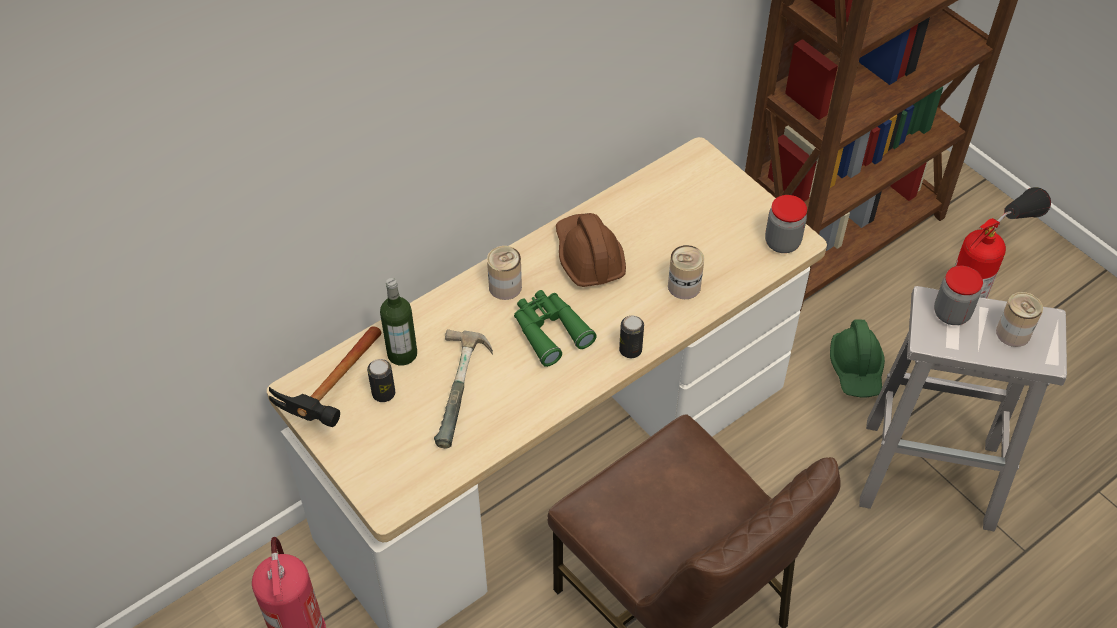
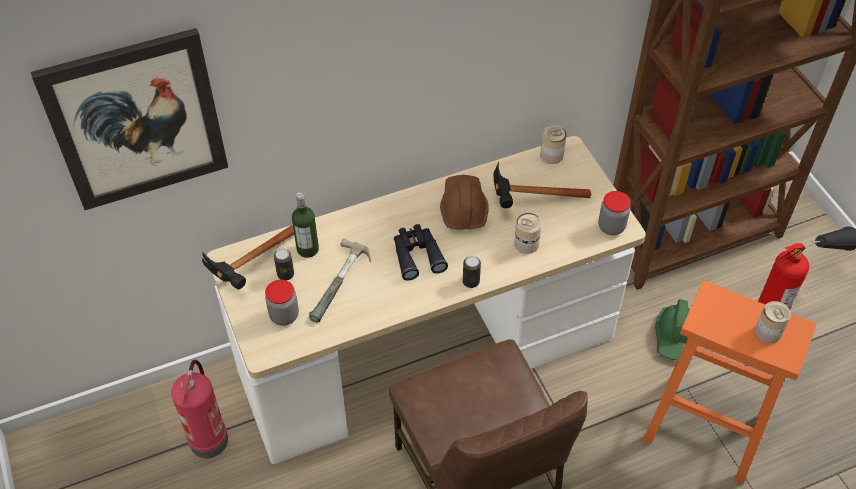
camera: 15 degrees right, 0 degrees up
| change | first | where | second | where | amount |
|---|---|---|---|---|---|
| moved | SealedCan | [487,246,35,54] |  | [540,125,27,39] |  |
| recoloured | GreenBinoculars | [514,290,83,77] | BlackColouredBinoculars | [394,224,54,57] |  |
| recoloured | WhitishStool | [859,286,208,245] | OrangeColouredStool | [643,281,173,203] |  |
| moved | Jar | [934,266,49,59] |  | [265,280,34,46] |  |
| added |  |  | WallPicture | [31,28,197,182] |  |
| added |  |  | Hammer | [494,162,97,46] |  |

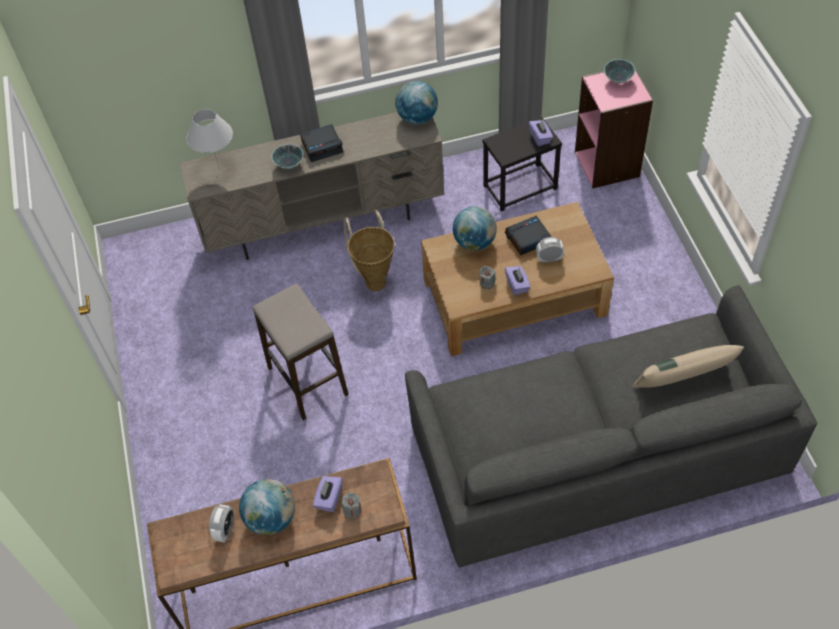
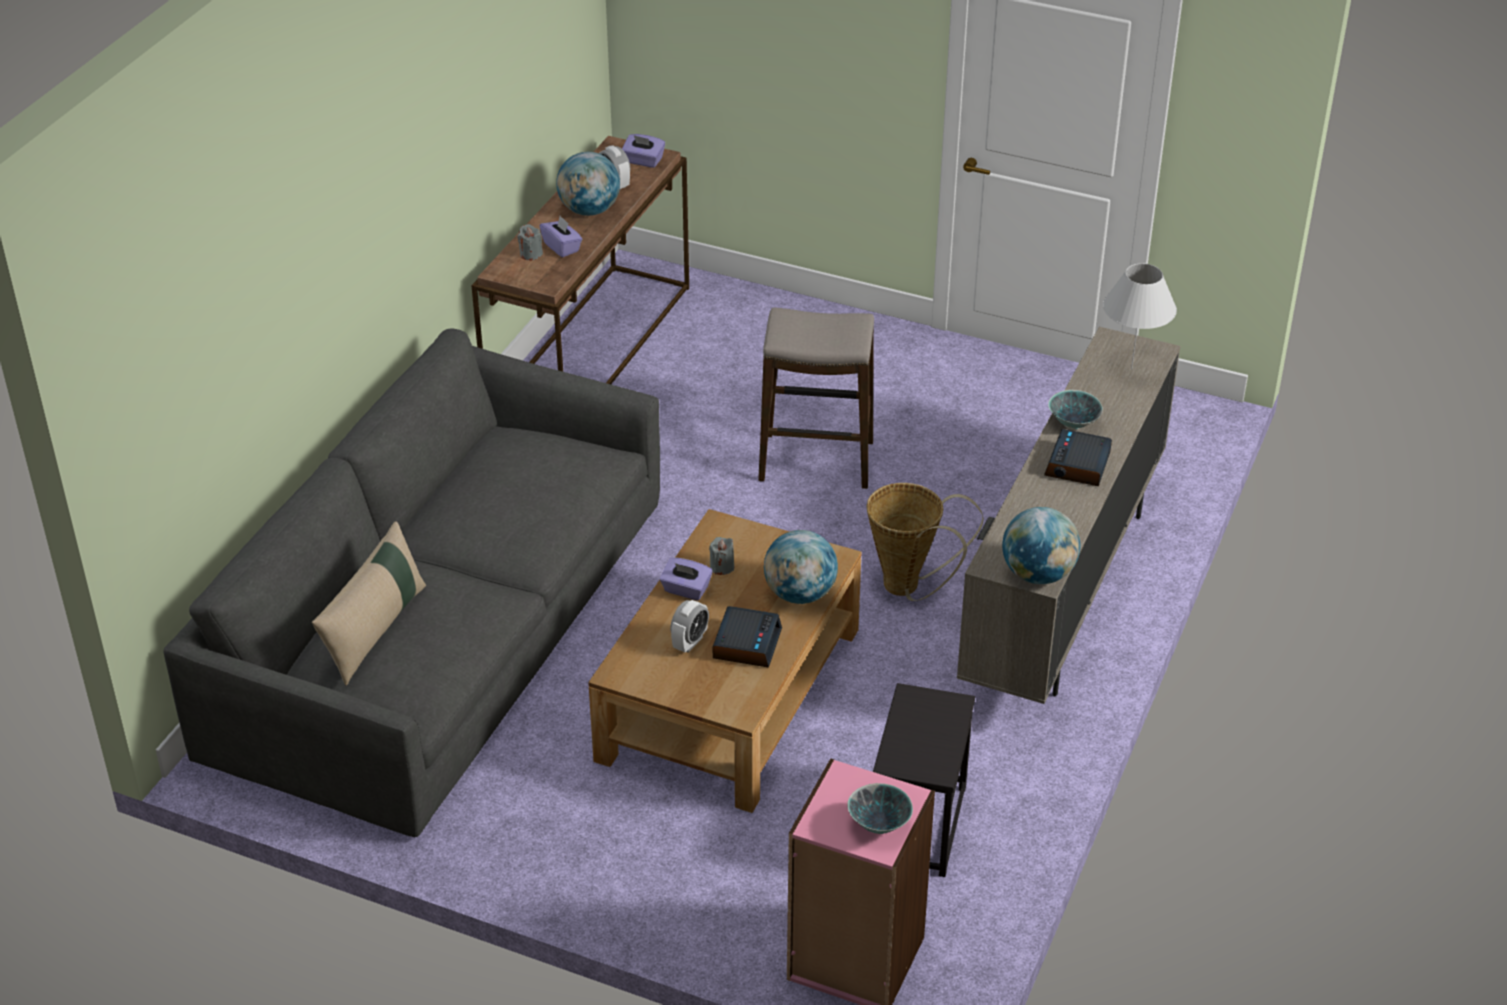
camera: 125 degrees right, 15 degrees down
| change | first | where | second | where | amount |
|---|---|---|---|---|---|
| moved | PurpleColouredBoxOfTissues | [529,120,24,26] |  | [622,134,43,34] |  |

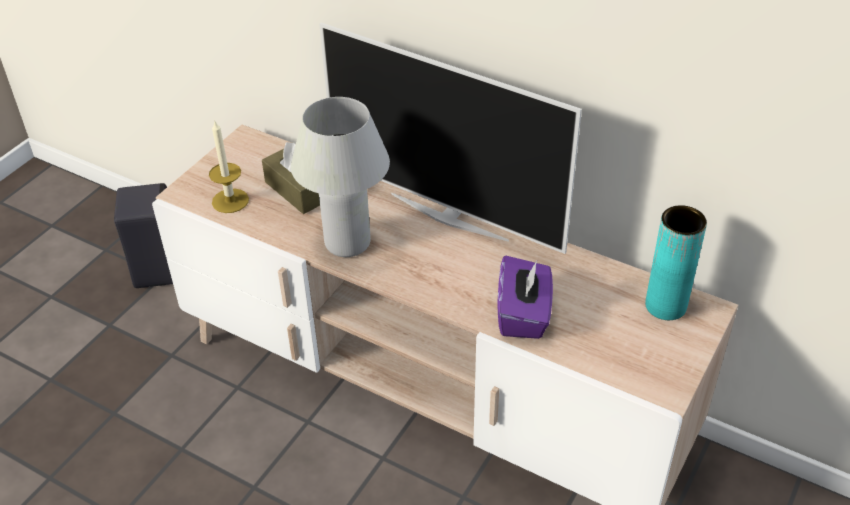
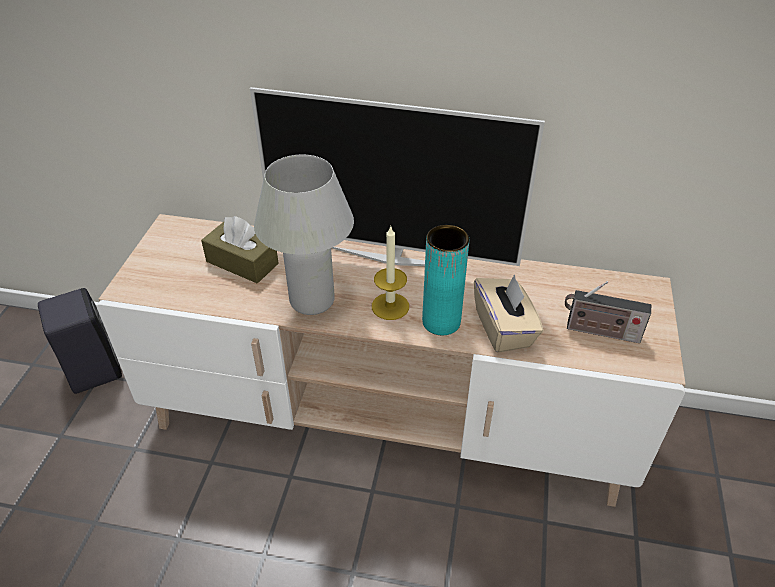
camera: 20 degrees left, 0 degrees up
| change | first | where | second | where | amount |
|---|---|---|---|---|---|
| moved | WaxCandle | [209,121,40,92] |  | [372,227,37,93] |  |
| recoloured | PurpleColouredBoxOfTissues | [497,256,56,83] | BeigeBoxOfTissues | [474,274,69,79] |  |
| moved | TurquoiseColouredDecorativeVase | [645,205,62,115] |  | [422,225,47,110] |  |
| added |  |  | RadioReceiver | [565,281,86,62] |  |

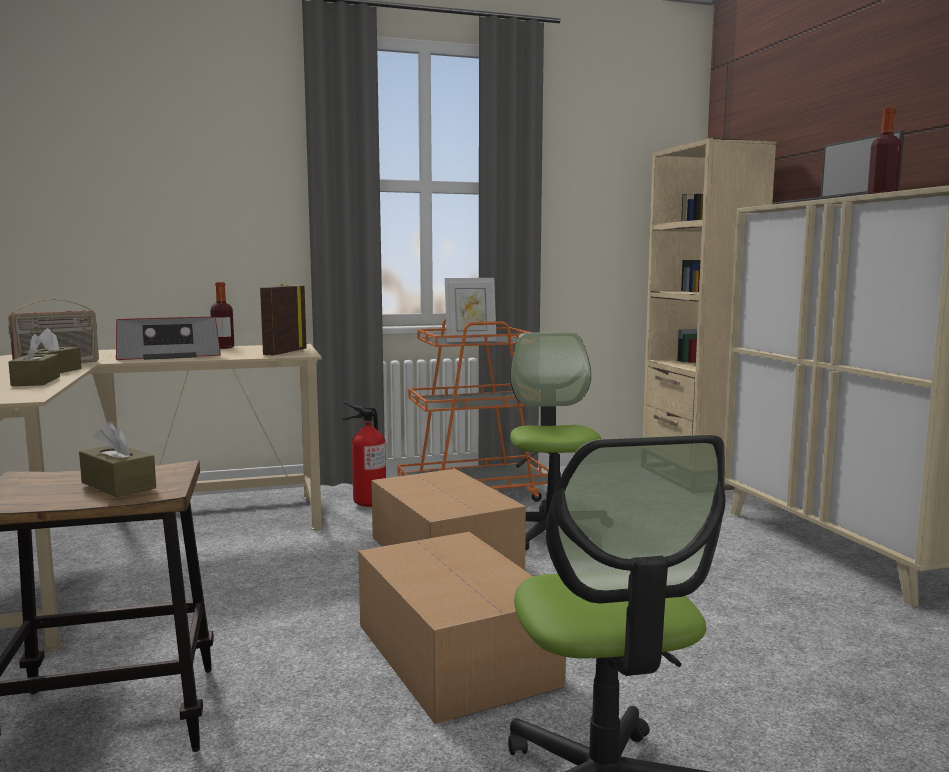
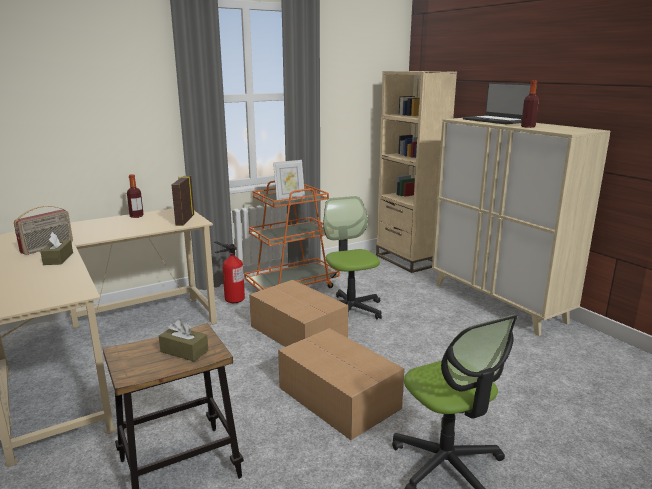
camera: 15 degrees left, 10 degrees up
| change | first | where | second | where | amount |
|---|---|---|---|---|---|
| removed | BrownishBoxOfTissues | [8,334,52,52] |  |  |  |
| removed | RadioReceiver | [116,317,105,43] |  |  |  |

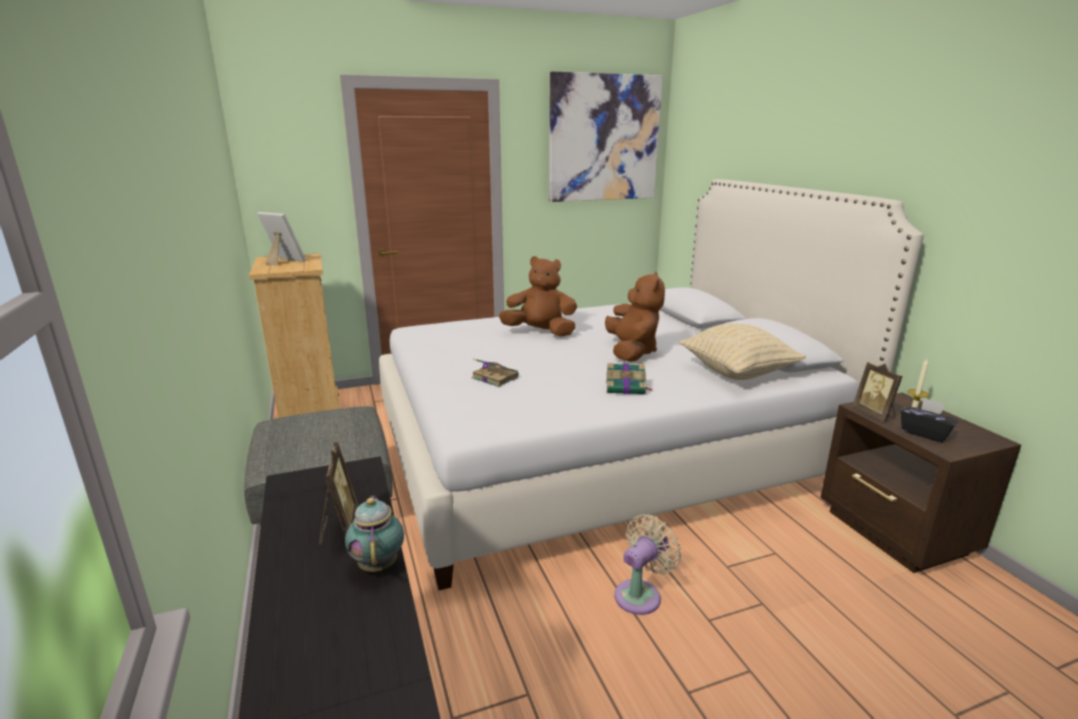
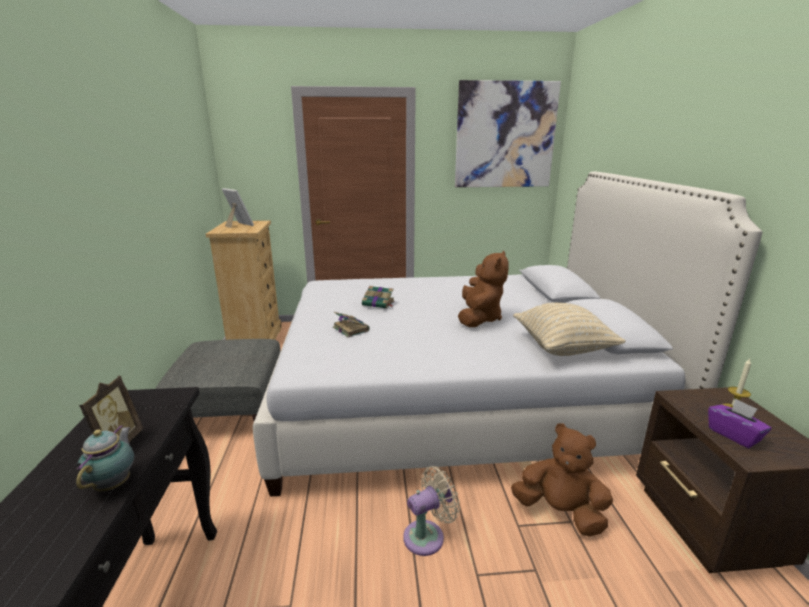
camera: 15 degrees right, 0 degrees up
| change | first | where | second | where | amount |
|---|---|---|---|---|---|
| moved | BrownishPlushToy | [499,256,78,81] |  | [511,423,102,113] |  |
| moved | Book | [606,363,47,32] |  | [362,286,32,23] |  |
| removed | StandingFrame | [853,362,49,60] |  |  |  |
| recoloured | BlackColouredBoxOfTissues | [901,398,57,45] | PurpleColouredBoxOfTissues | [708,399,64,49] |  |

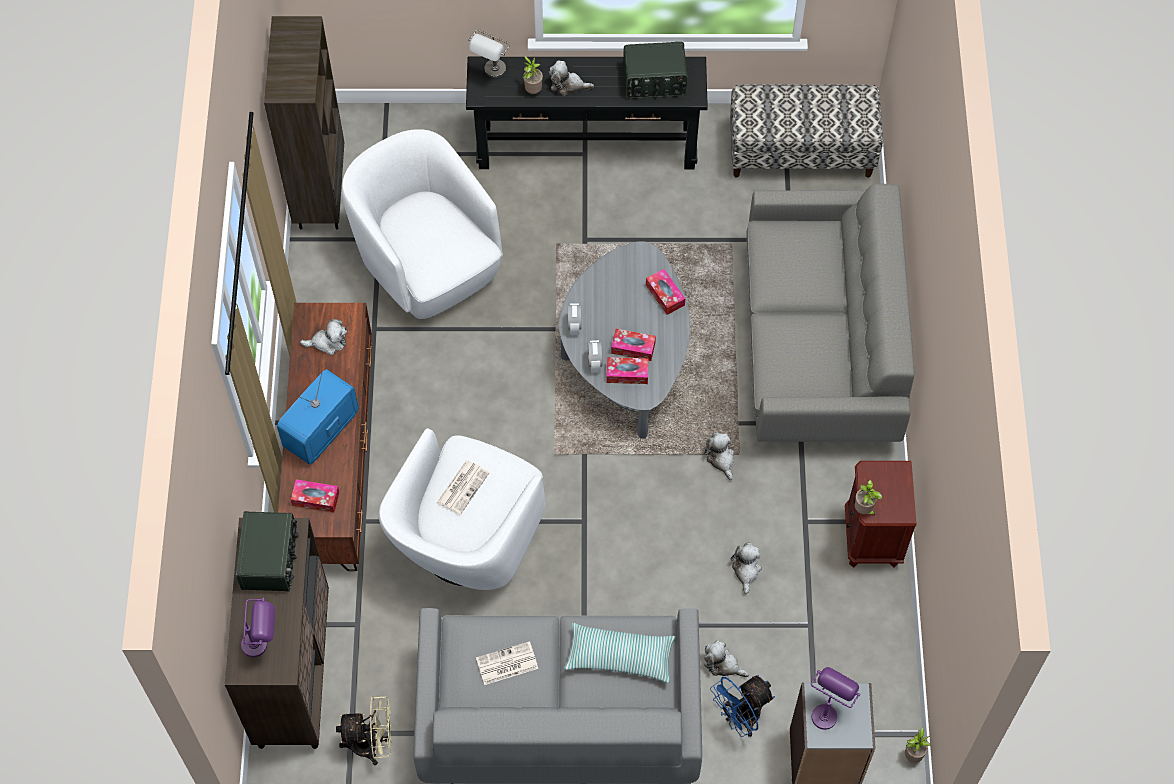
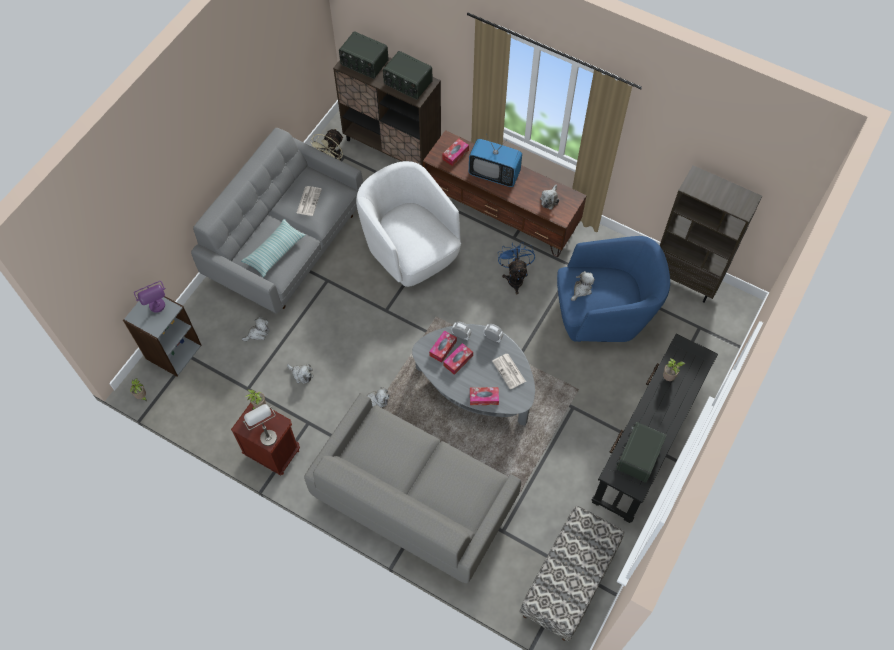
camera: 120 degrees right, 0 degrees up
| change | first | where | second | where | amount |
|---|---|---|---|---|---|
| replaced | PurpleColouredTableLamp | [241,598,34,59] | RadioReceiver | [339,31,50,48] |  |
| turned | Tv | [277,369,82,96] |  | [469,135,53,52] | 135 degrees clockwise |
| recoloured | WhitishArmchair | [342,129,161,190] | BluishArmchair | [557,236,113,106] |  |
| moved | DailyPaper | [437,461,53,54] |  | [492,354,34,35] |  |
| moved | GrayTableLamp | [468,29,42,49] |  | [243,404,34,42] |  |
| moved | PlushToy | [549,61,45,35] |  | [571,271,24,30] |  |
| moved | BluishElectricFan | [710,675,65,62] |  | [498,242,37,52] |  |

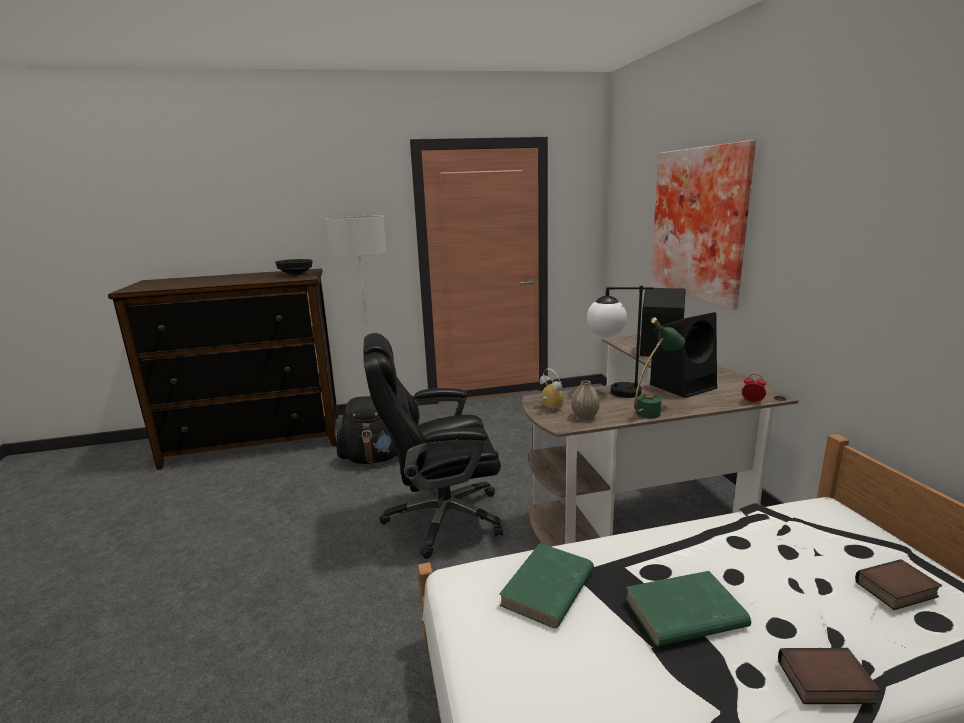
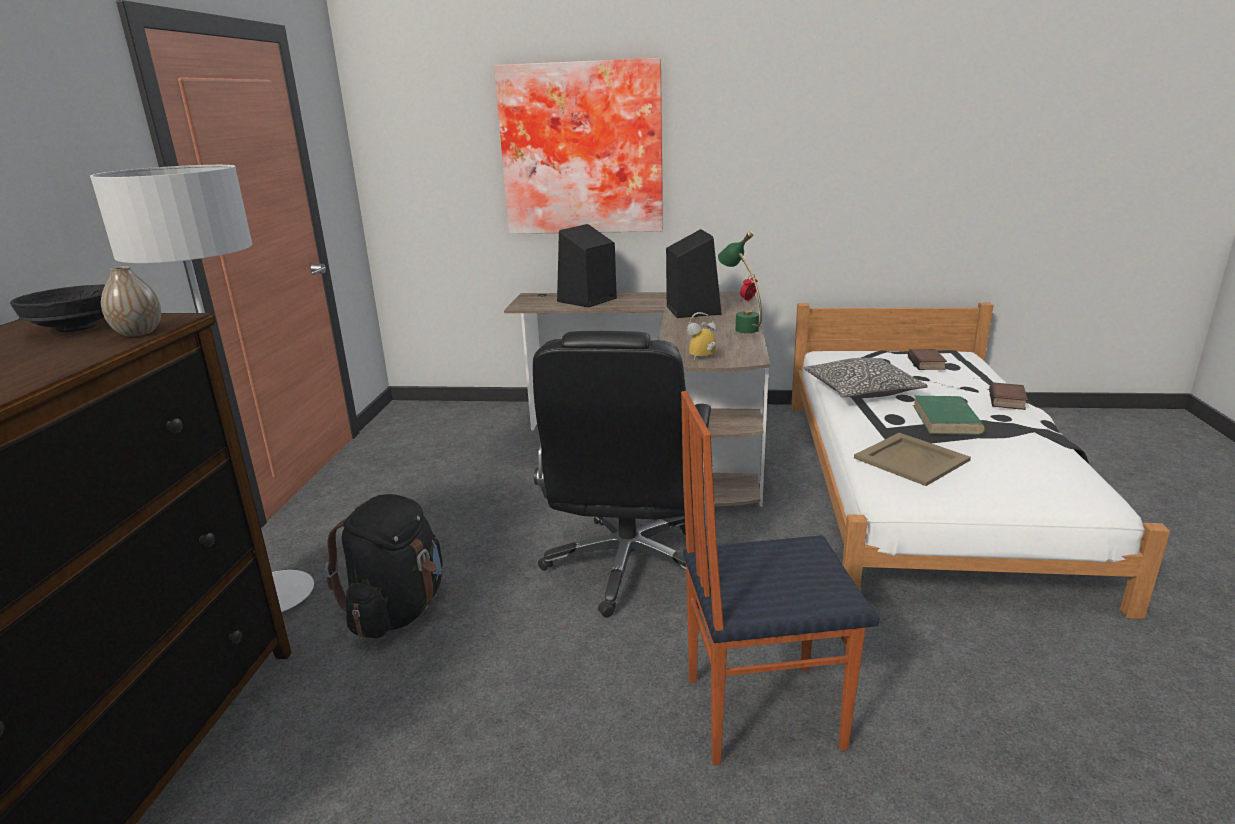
camera: 70 degrees left, 5 degrees up
| change | first | where | second | where | amount |
|---|---|---|---|---|---|
| replaced | GreenBook | [499,543,95,86] | BeigeCarryingTray | [854,433,117,53] |  |
| moved | DecorativeVase | [571,380,29,40] |  | [101,266,60,71] |  |
| removed | TableLamp | [587,286,67,112] |  |  |  |
| added |  |  | PlainChair | [681,391,198,375] |  |
| added |  |  | Pillow | [804,358,124,40] |  |

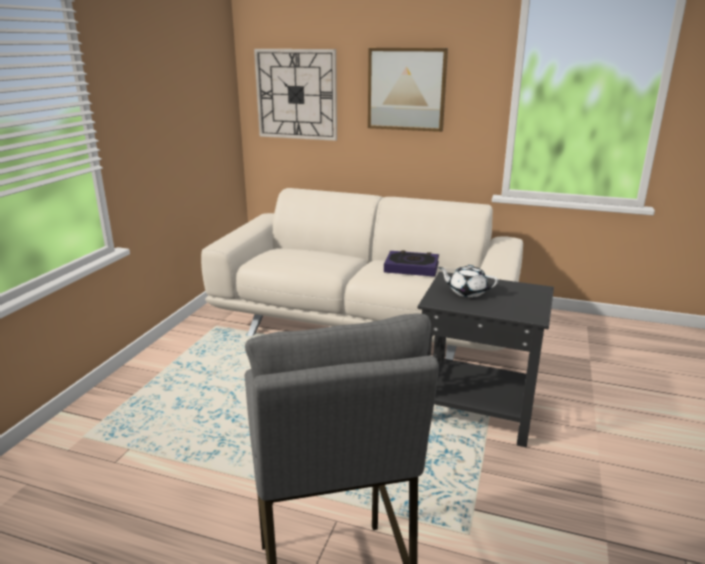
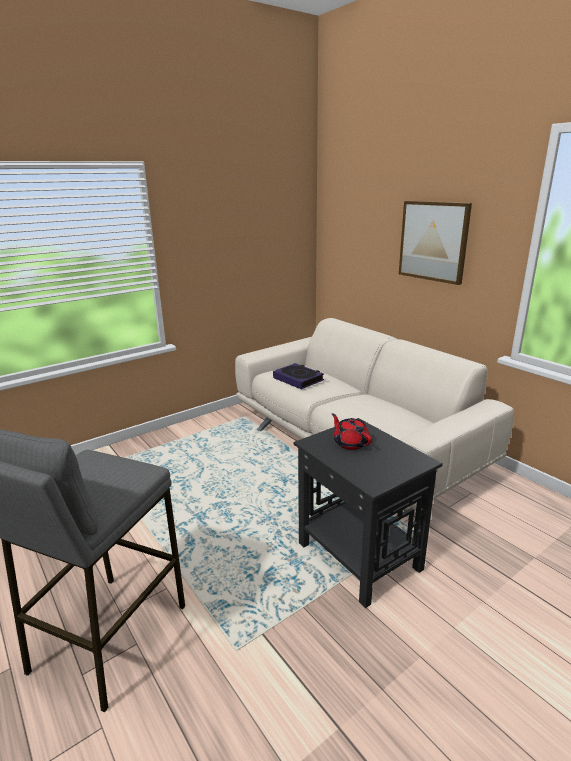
camera: 35 degrees right, 0 degrees up
| change | first | where | second | where | amount |
|---|---|---|---|---|---|
| removed | ClockOnTheWall | [254,49,83,92] |  |  |  |
| moved | Book | [384,250,55,27] |  | [273,363,51,26] |  |
| recoloured | WhitishTeapot | [438,265,60,32] | ReddishTeapot | [332,413,40,37] |  |

